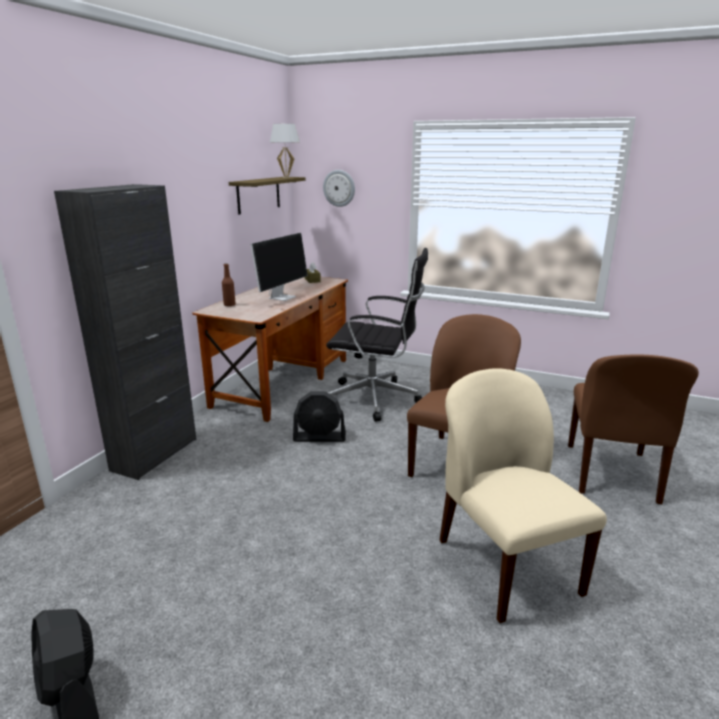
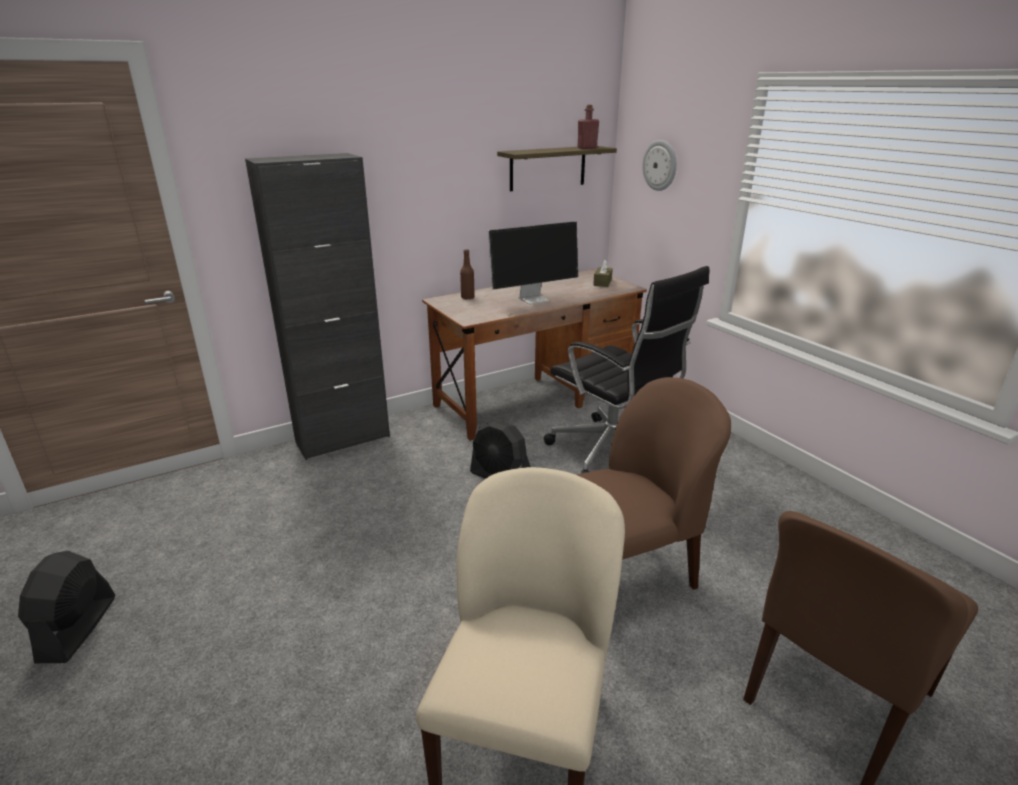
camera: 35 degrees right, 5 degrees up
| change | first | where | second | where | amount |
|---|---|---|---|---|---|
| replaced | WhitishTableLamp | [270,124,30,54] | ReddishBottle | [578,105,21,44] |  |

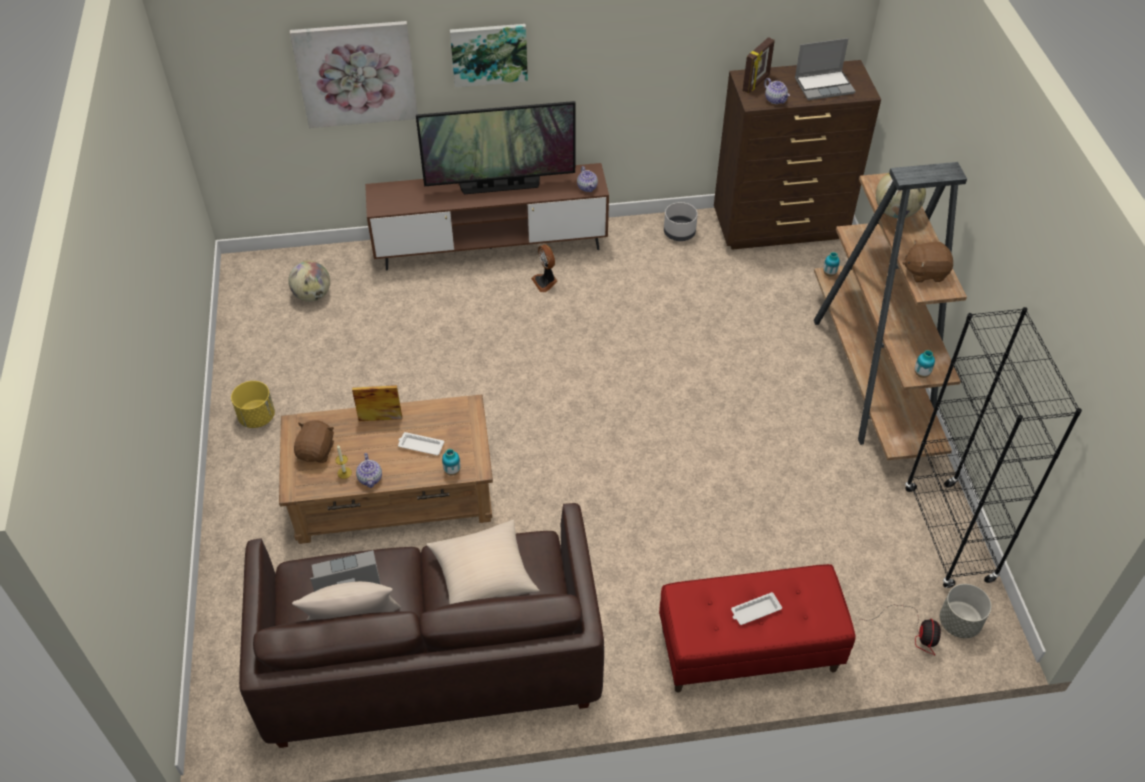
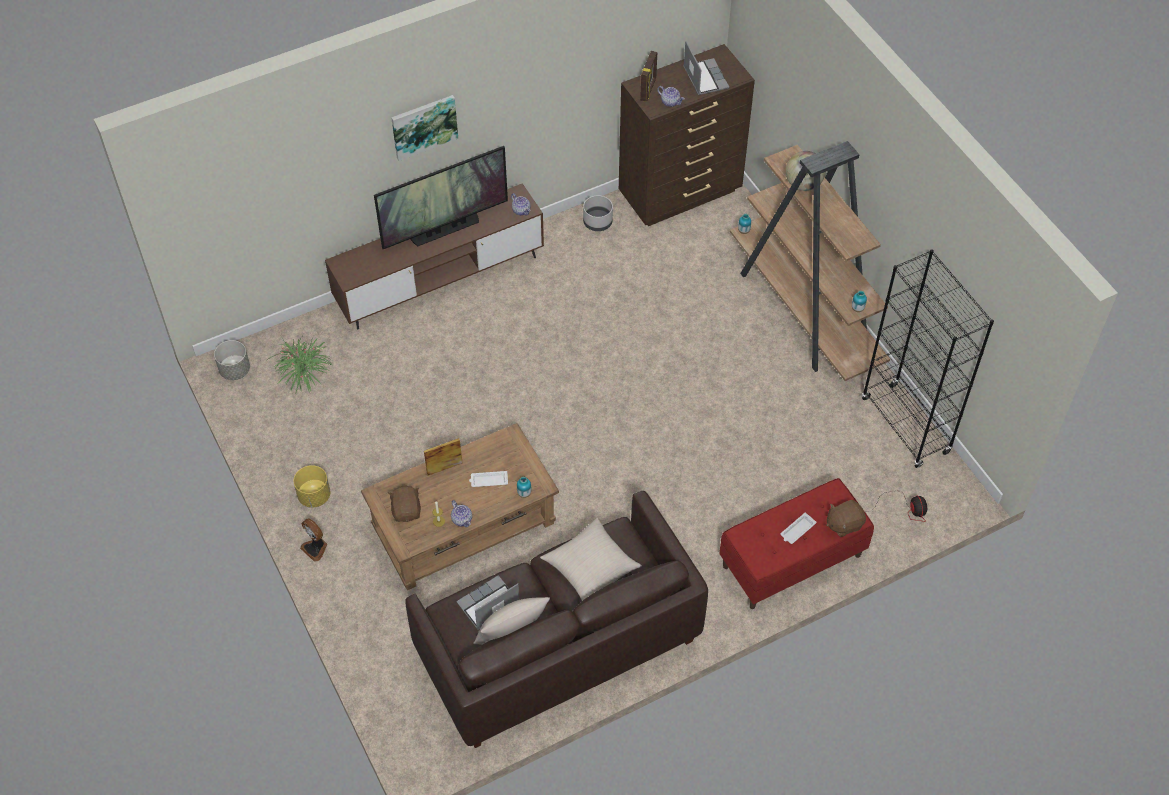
camera: 20 degrees left, 5 degrees up
| change | first | where | second | where | amount |
|---|---|---|---|---|---|
| replaced | Globe | [288,261,42,41] | PlantInAPot | [267,337,67,56] |  |
| removed | WallPicture | [290,21,128,107] |  |  |  |
| moved | ElectricFan | [531,244,27,48] |  | [300,518,27,44] |  |
| turned | PortableComputer | [795,38,60,62] |  | [684,41,45,54] | 75 degrees counterclockwise |
| moved | BrownishPlushToy | [903,240,50,43] |  | [826,500,40,37] |  |
| moved | GrayFlowerPot | [940,584,51,54] |  | [214,340,36,40] |  |

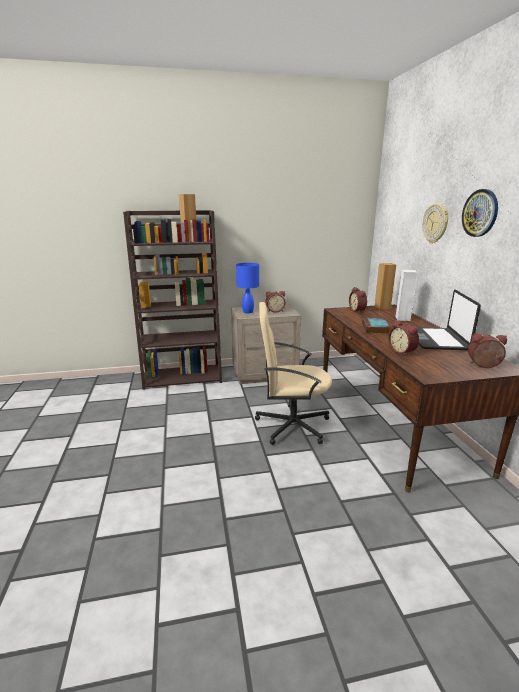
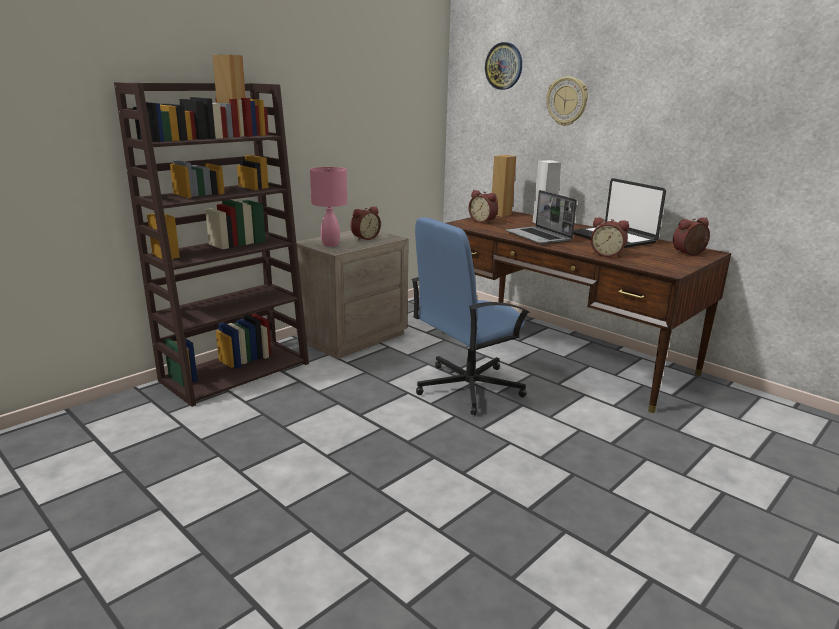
camera: 35 degrees left, 0 degrees up
| change | first | where | second | where | amount |
|---|---|---|---|---|---|
| recoloured | BluishTableLamp | [236,263,23,50] | PinkTableLamp | [310,167,37,80] |  |
| recoloured | BeigeDeskChair | [255,302,77,143] | BluishDeskChair | [411,217,119,198] |  |
| replaced | Book | [362,318,28,16] | PortableComputer | [505,190,72,55] |  |
| moved | ClockOnTheWall | [462,189,36,48] |  | [485,42,37,48] |  |

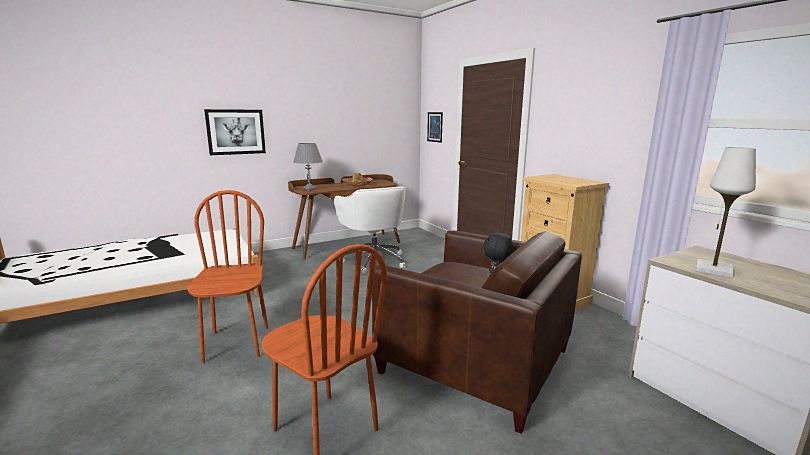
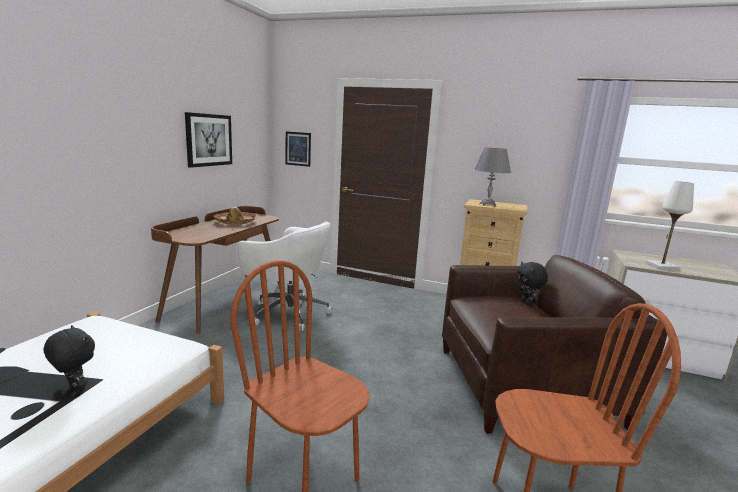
camera: 40 degrees left, 0 degrees up
| change | first | where | second | where | amount |
|---|---|---|---|---|---|
| moved | WallPicture | [204,109,62,46] |  | [185,112,47,56] |  |
| moved | GrayTableLamp | [293,143,30,48] |  | [475,148,36,59] |  |
| added |  |  | BlackColouredPlushToy | [44,325,51,69] |  |

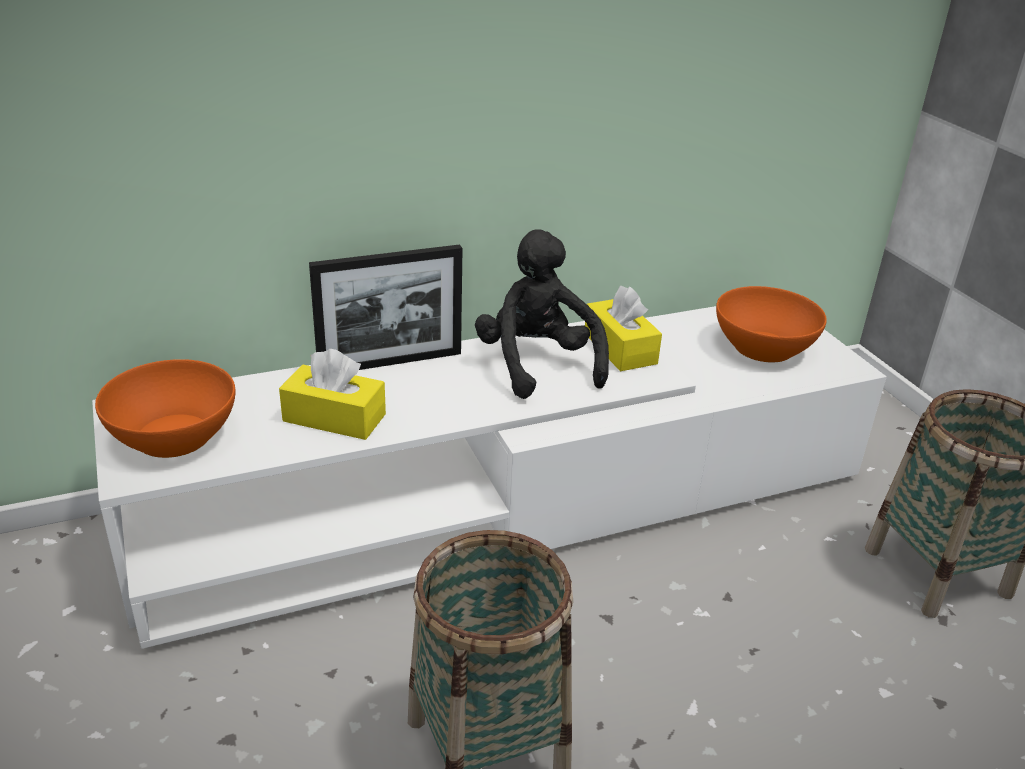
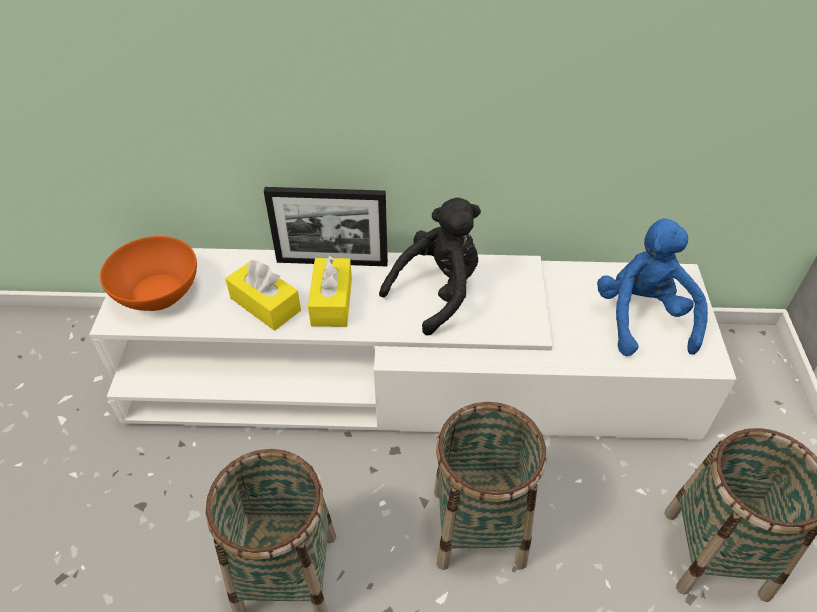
camera: 25 degrees right, 15 degrees up
| change | first | where | second | where | amount |
|---|---|---|---|---|---|
| turned | BlackColouredPlushToy | [475,229,134,170] |  | [379,197,102,138] | 45 degrees clockwise |
| moved | YellowColouredBoxOfTissues | [585,286,77,85] |  | [308,255,44,72] |  |
| replaced | OrangeColouredBowl | [716,286,111,76] | BluishPlushToy | [597,218,111,138] |  |
| added |  |  | Basket | [434,402,113,168] |  |

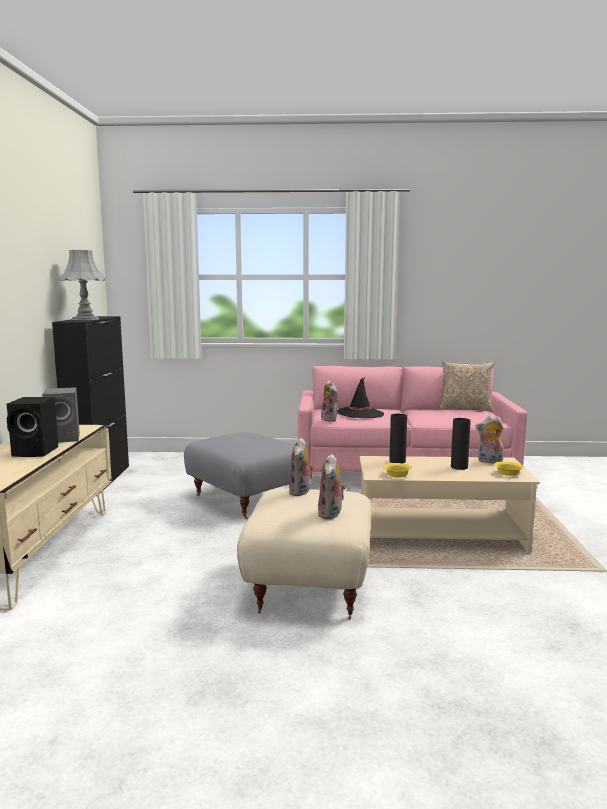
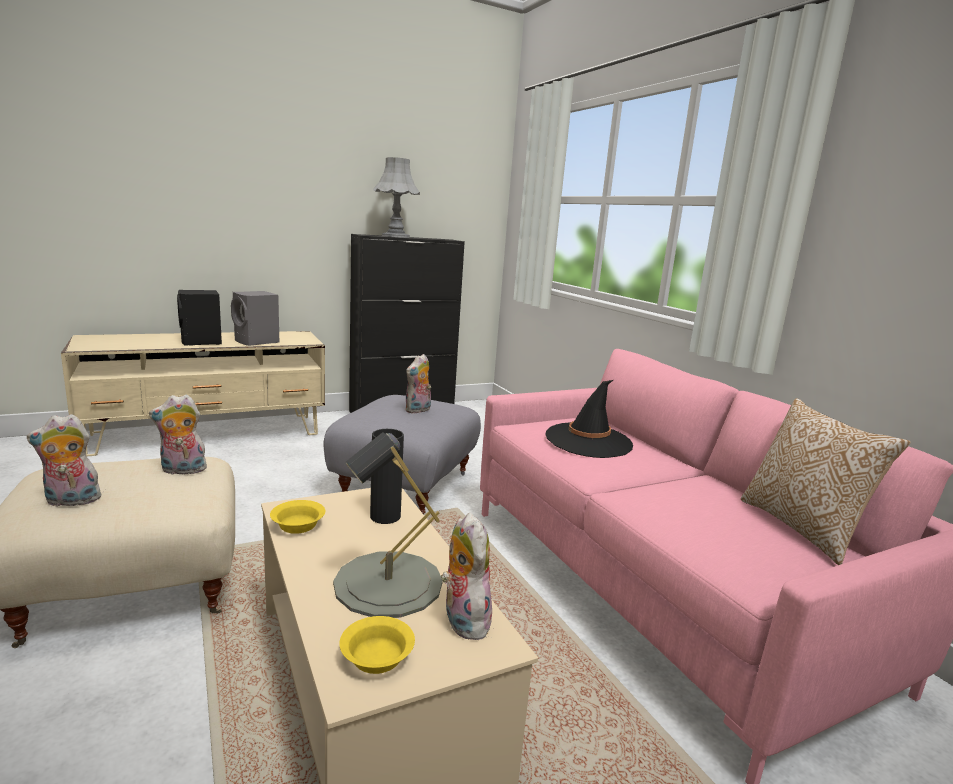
camera: 60 degrees right, 5 degrees up
| change | first | where | second | where | amount |
|---|---|---|---|---|---|
| moved | PlushToy | [320,380,19,41] |  | [405,354,26,60] |  |
| replaced | BlackColouredDecorativeVase | [451,418,20,52] | GrayTableLamp | [333,432,110,186] |  |

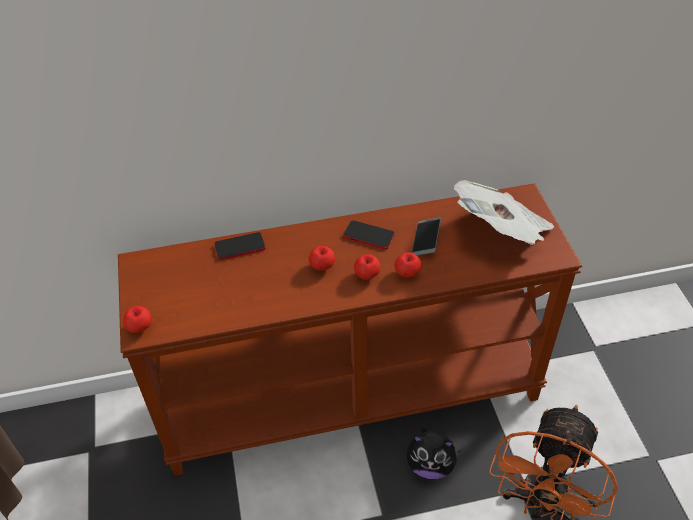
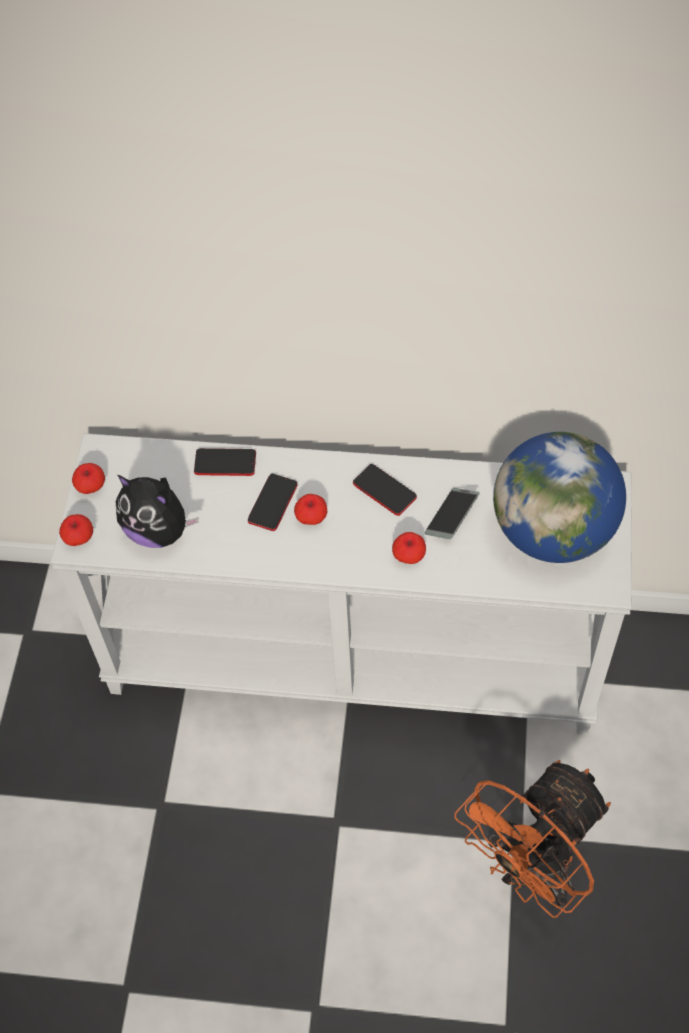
camera: 20 degrees right, 10 degrees up
| change | first | where | second | where | amount |
|---|---|---|---|---|---|
| recoloured | BrownishConsoleTable | [118,183,464,293] | WhitishConsoleTable | [50,433,582,302] |  |
| moved | Apple | [354,254,26,26] |  | [72,463,33,31] |  |
| moved | PlushToy | [406,428,56,51] |  | [116,475,83,73] |  |
| replaced | DailyPaper | [454,180,100,65] | Globe | [493,432,133,131] |  |
| added |  |  | Handset | [248,474,49,57] |  |

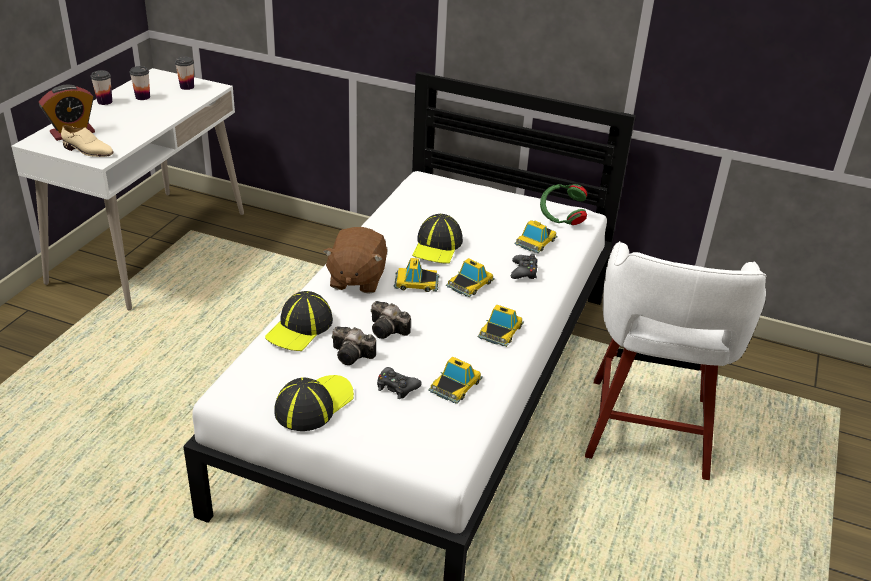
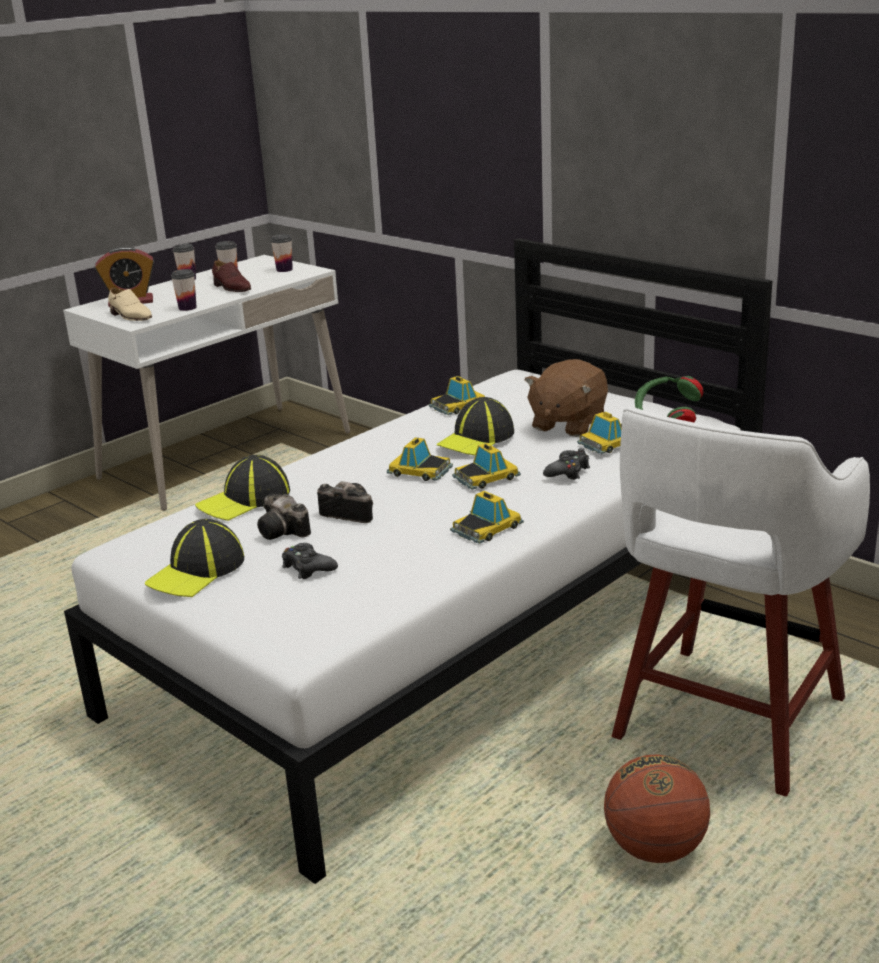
camera: 25 degrees right, 10 degrees down
| change | first | where | second | where | amount |
|---|---|---|---|---|---|
| turned | BaseballCap | [274,375,80,56] |  | [145,519,99,78] | 150 degrees clockwise |
| moved | BrownishPlushToy | [323,227,64,67] |  | [524,359,84,78] |  |
| turned | PhotoCamera | [371,301,40,38] |  | [317,481,56,42] | 150 degrees clockwise |
| moved | ToyCar | [428,356,55,48] |  | [429,376,56,39] |  |
| added |  |  | DrinkingCup | [171,269,26,42] |  |
| added |  |  | BrownishShoe | [212,260,39,32] |  |
| added |  |  | BasketballBall | [604,755,106,108] |  |

